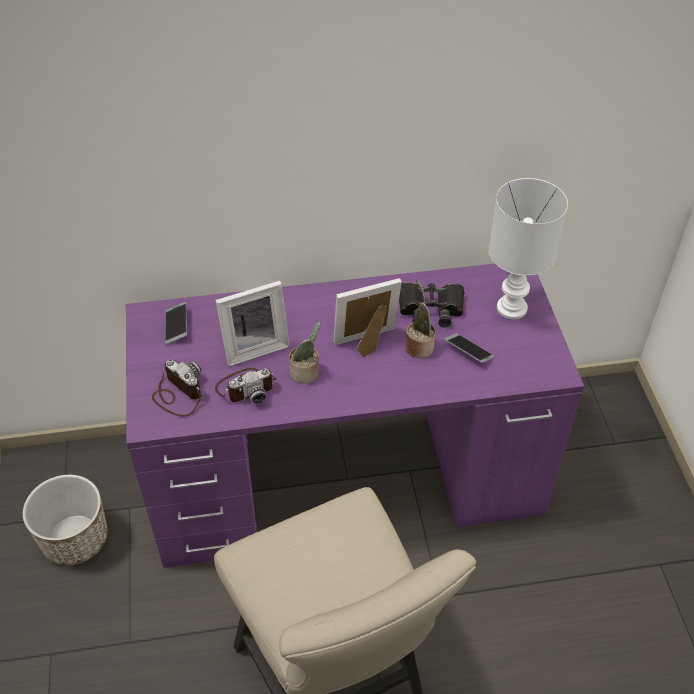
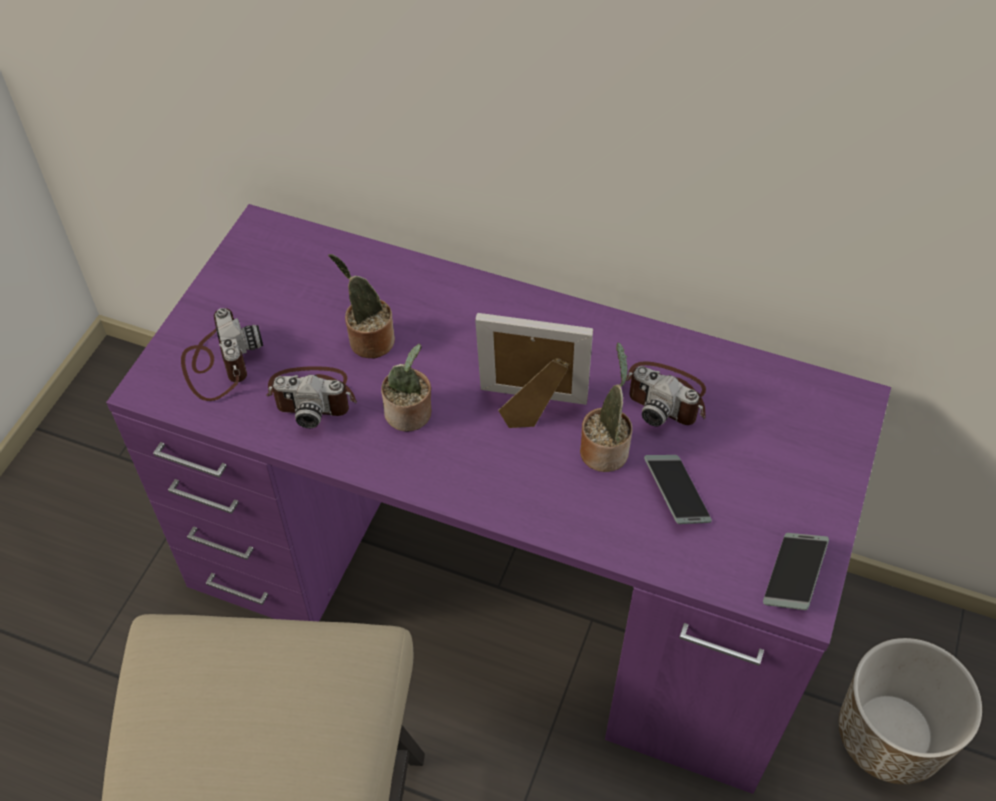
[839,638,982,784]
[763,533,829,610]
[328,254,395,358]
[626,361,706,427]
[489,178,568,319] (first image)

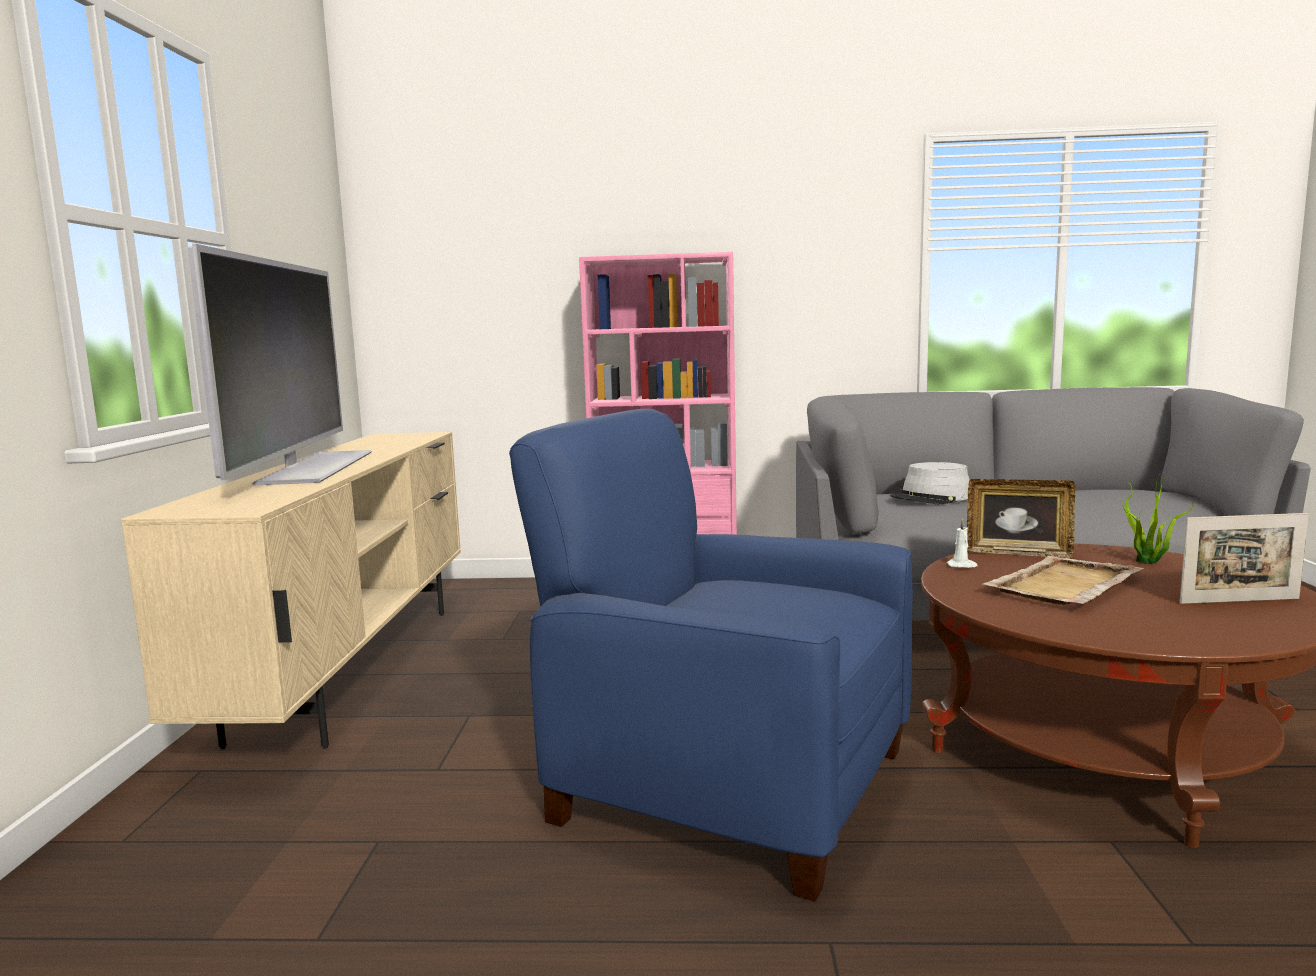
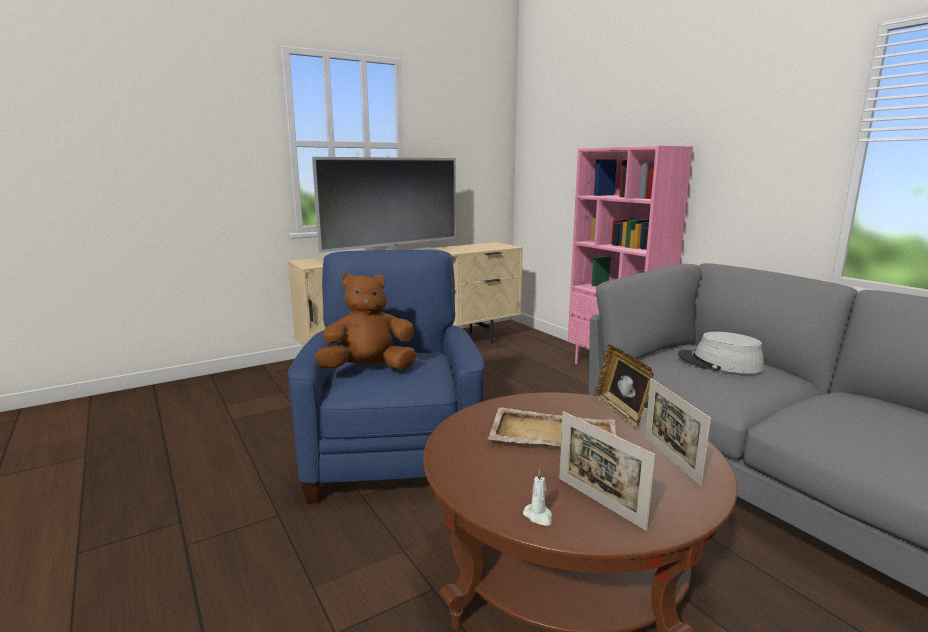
[523,469,552,526]
[645,378,711,486]
[314,273,416,370]

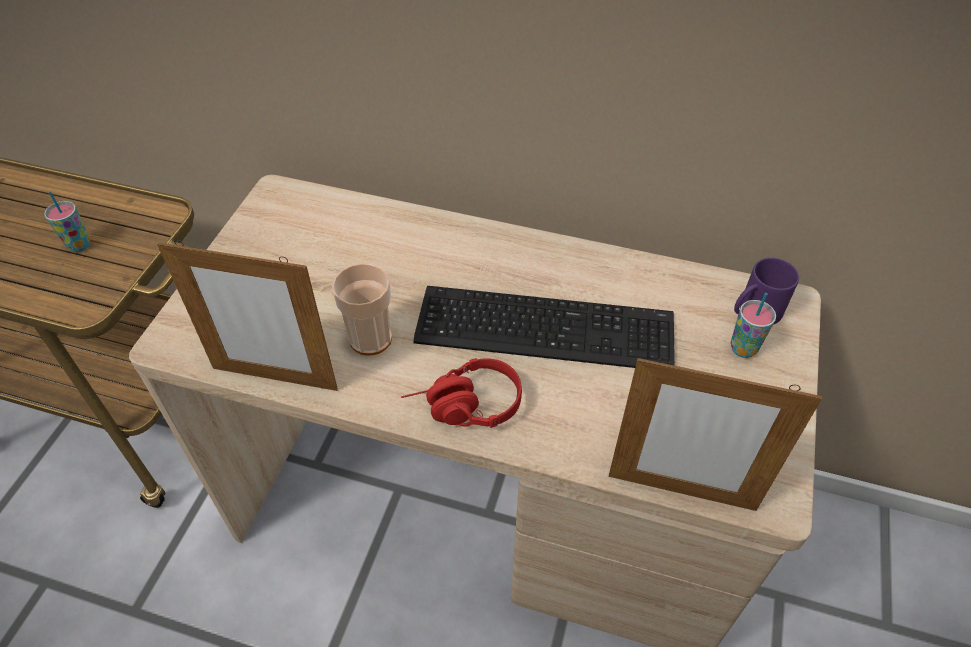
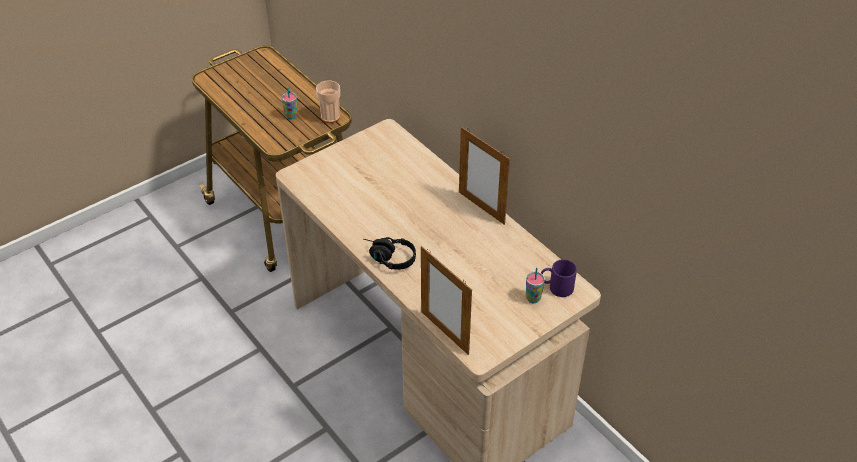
[459,127,510,225]
[316,80,340,123]
[363,237,416,270]
[413,286,675,368] (first image)

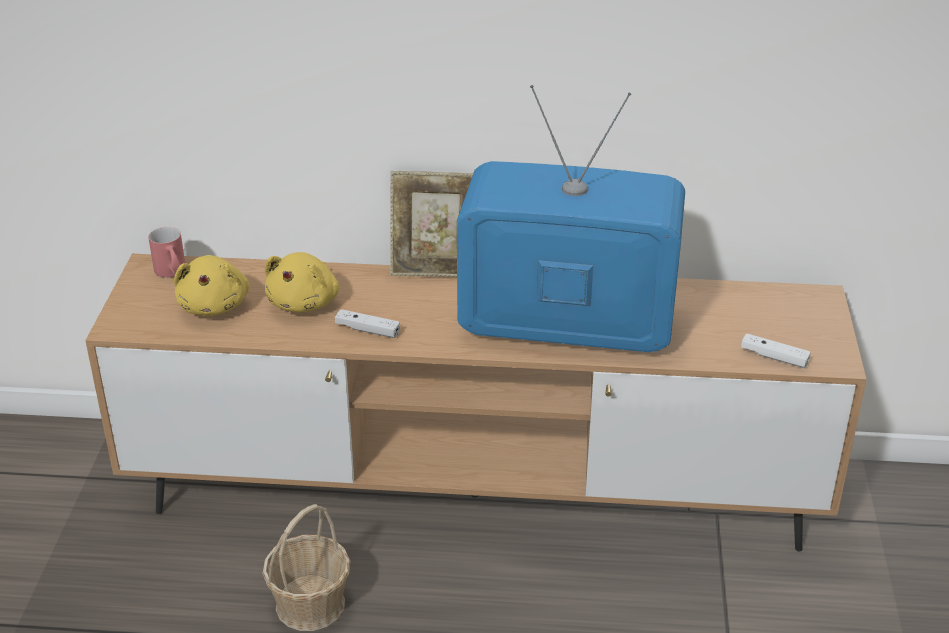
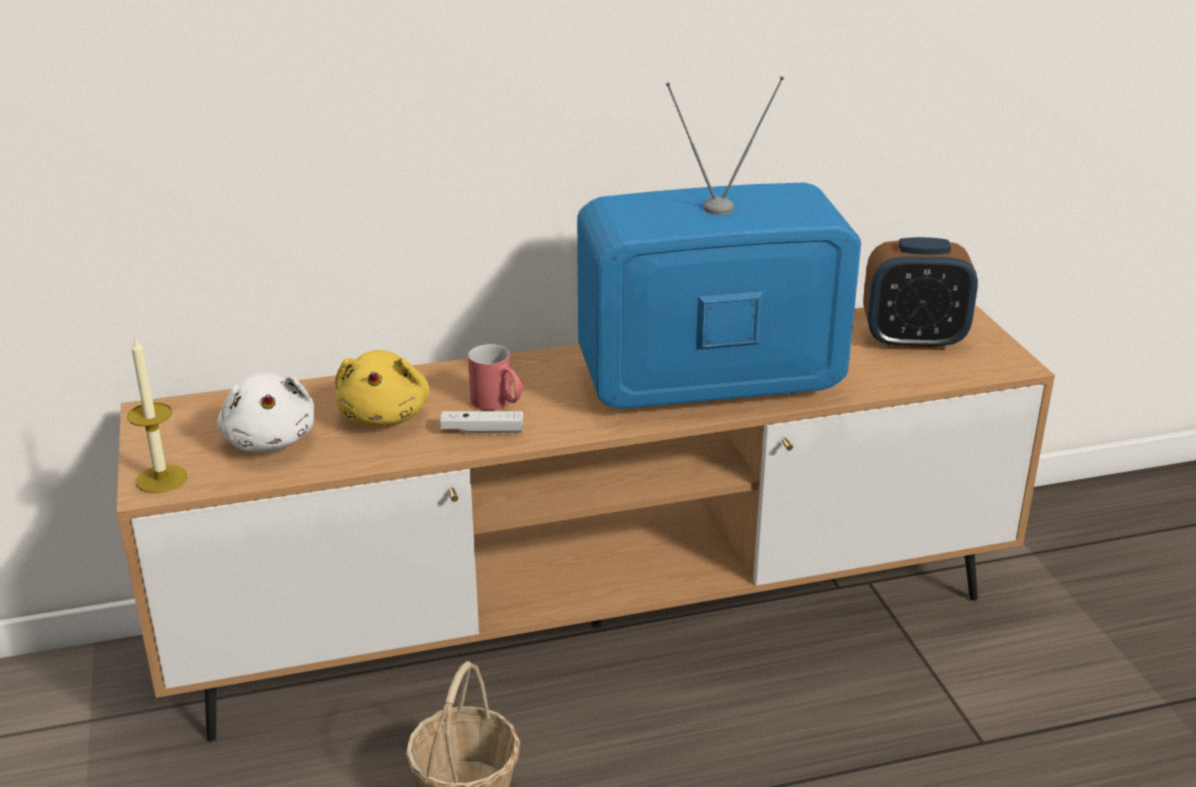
[468,344,523,410]
[217,373,314,452]
[390,171,473,277] (first image)
[741,334,811,368] (first image)
[127,337,187,493]
[863,237,978,350]

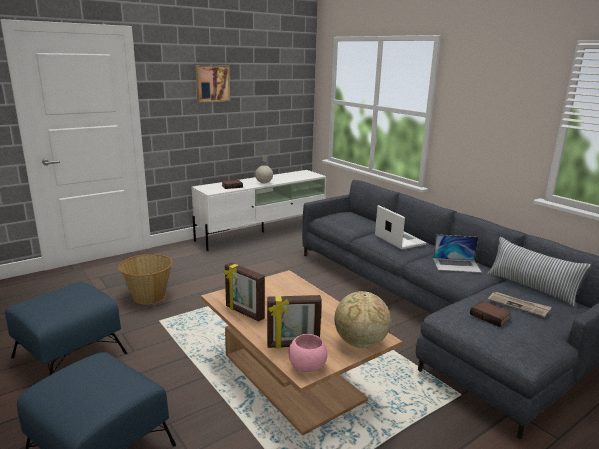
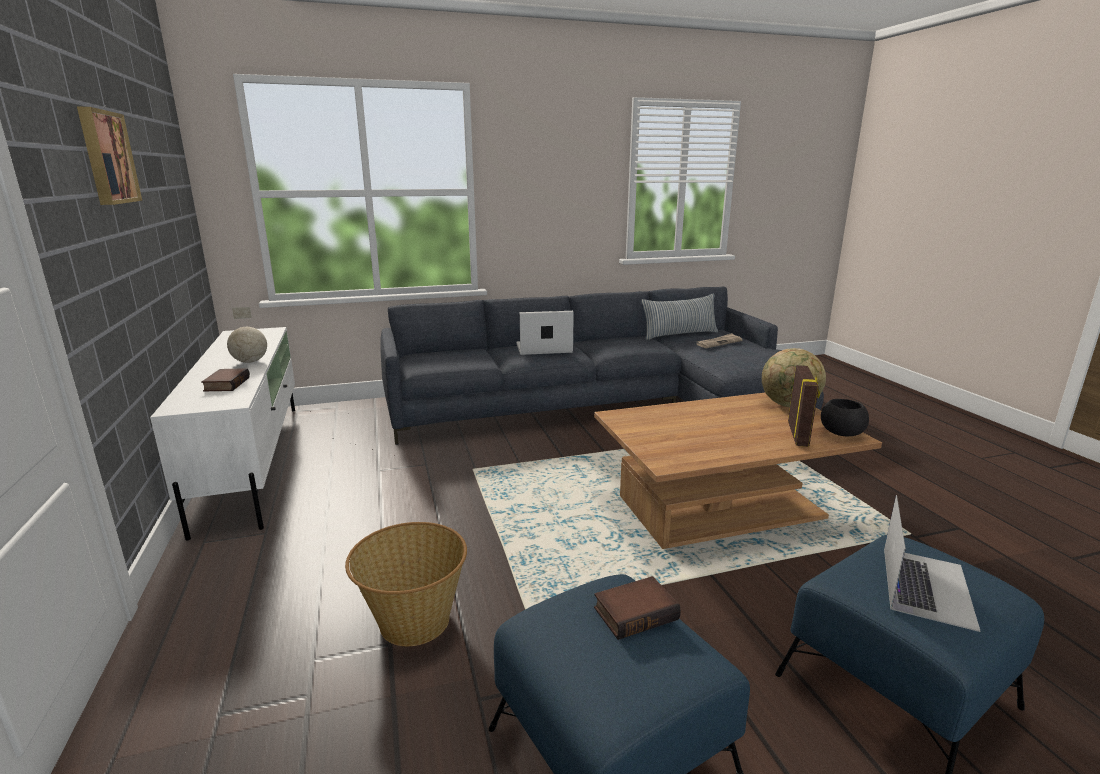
[224,262,265,322] (first image)
[821,399,869,436]
[884,495,980,632]
[594,576,681,640]

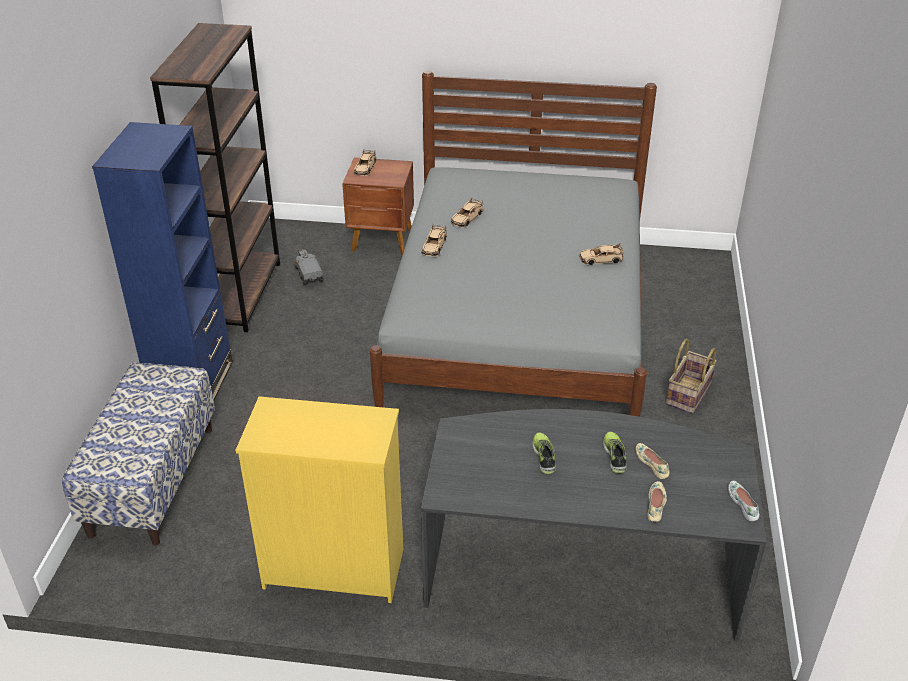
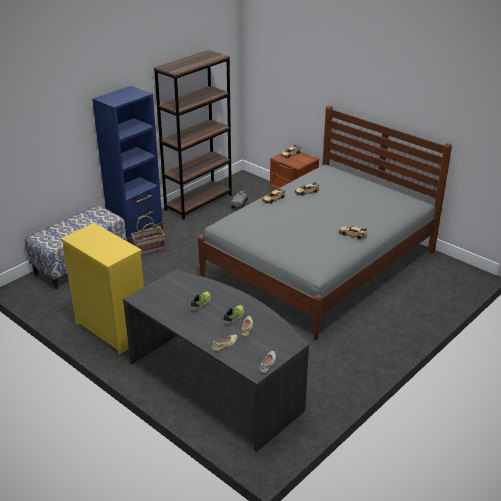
[131,216,165,255]

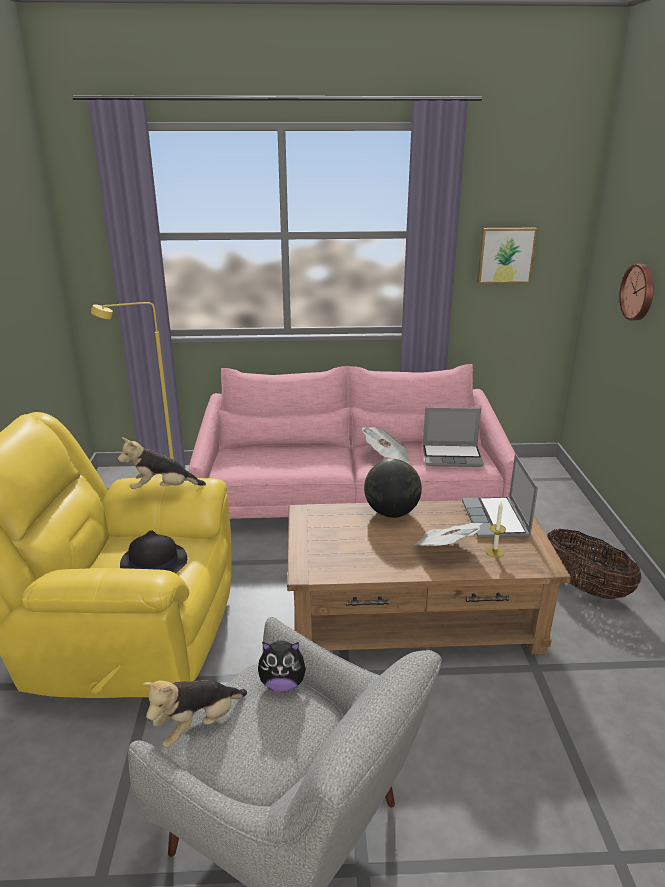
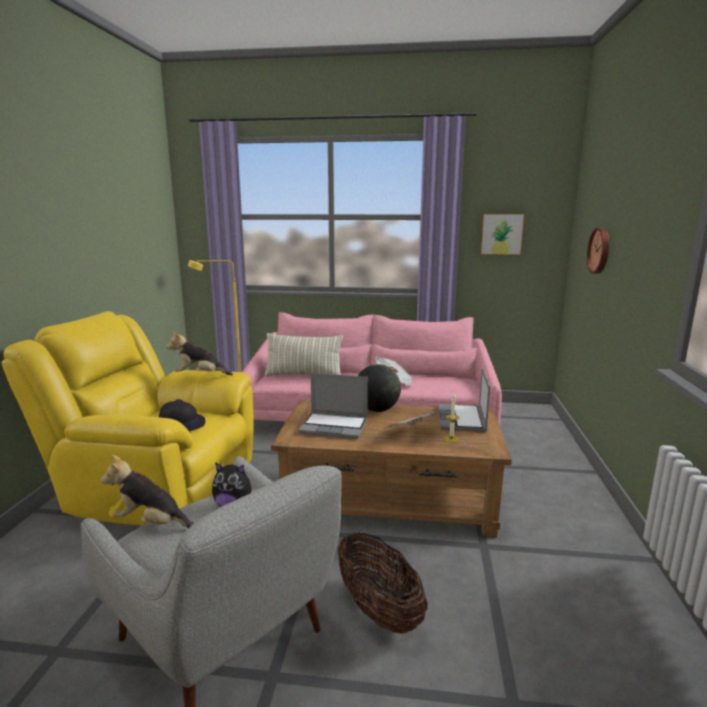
[101,455,195,528]
[298,373,368,439]
[338,532,428,634]
[264,333,343,376]

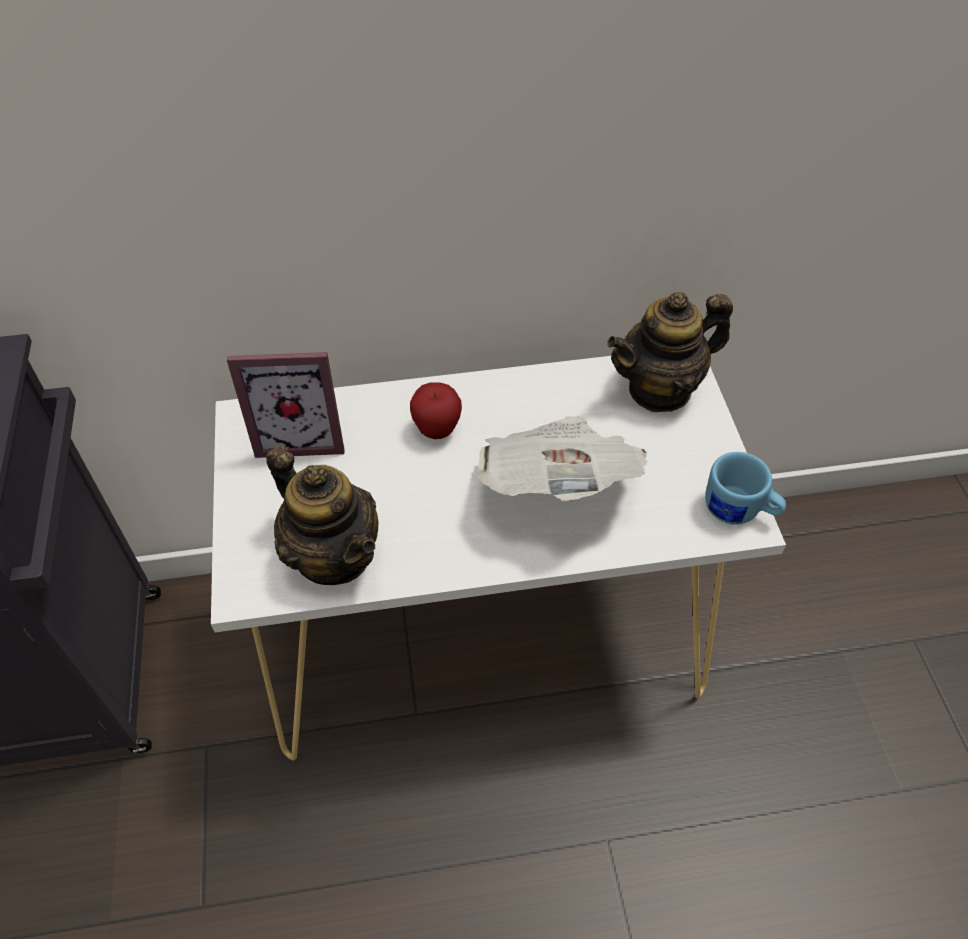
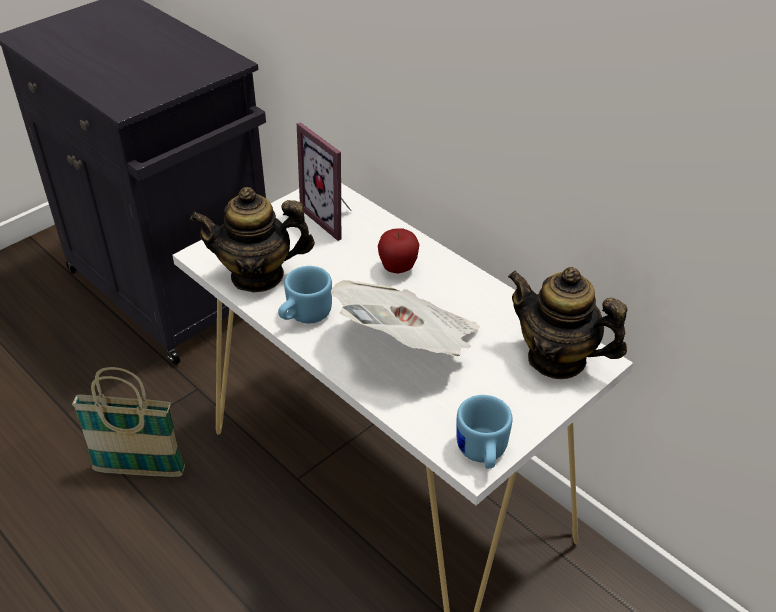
[190,187,315,292]
[72,367,185,477]
[278,266,332,324]

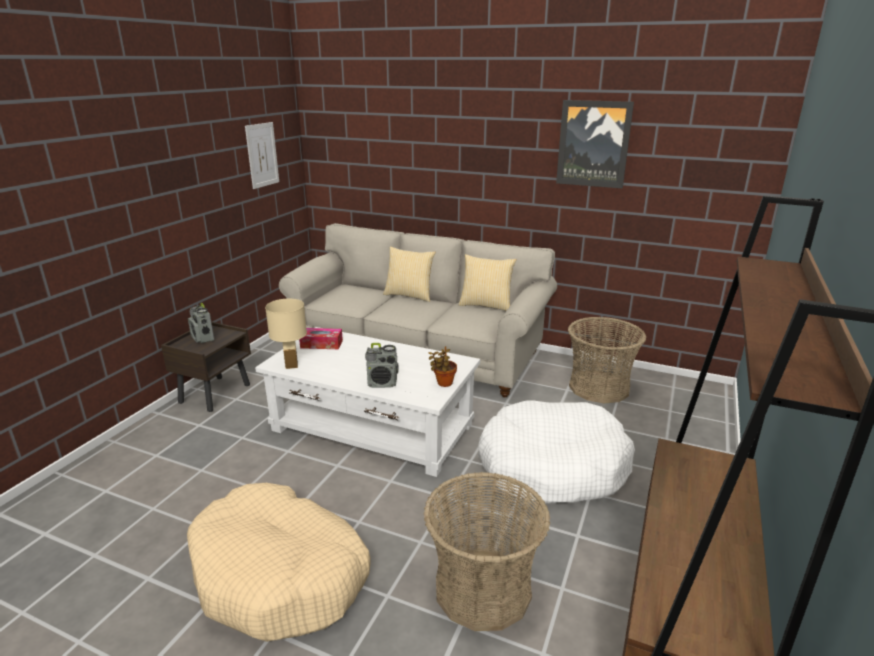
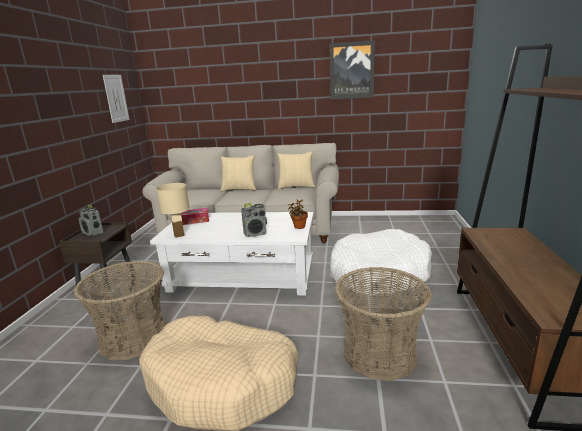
[74,260,165,360]

